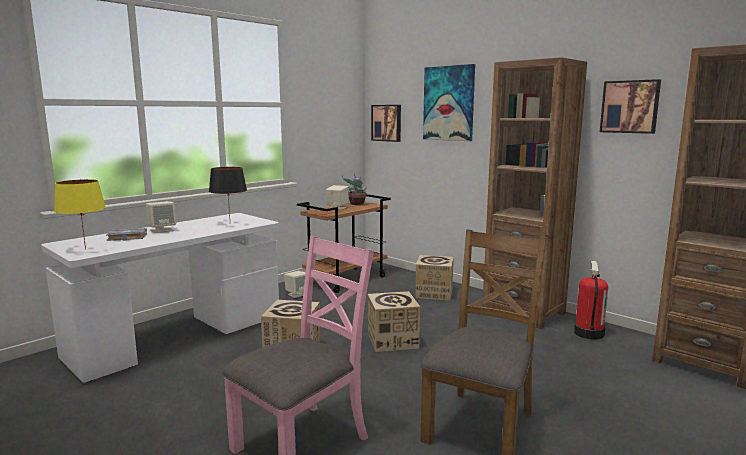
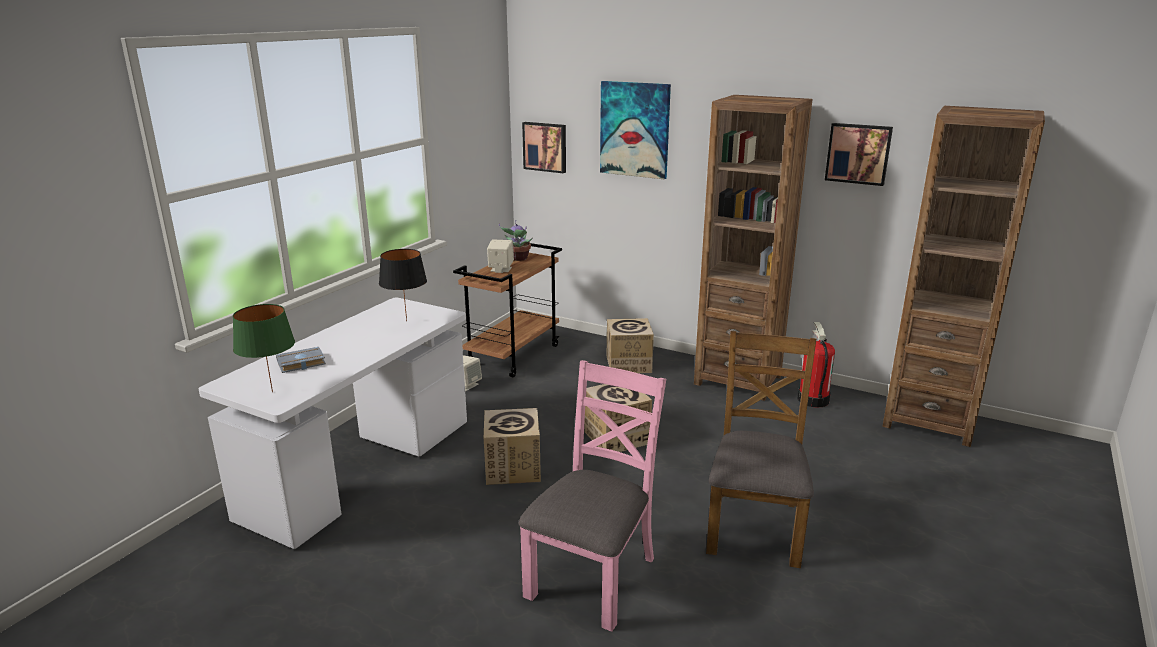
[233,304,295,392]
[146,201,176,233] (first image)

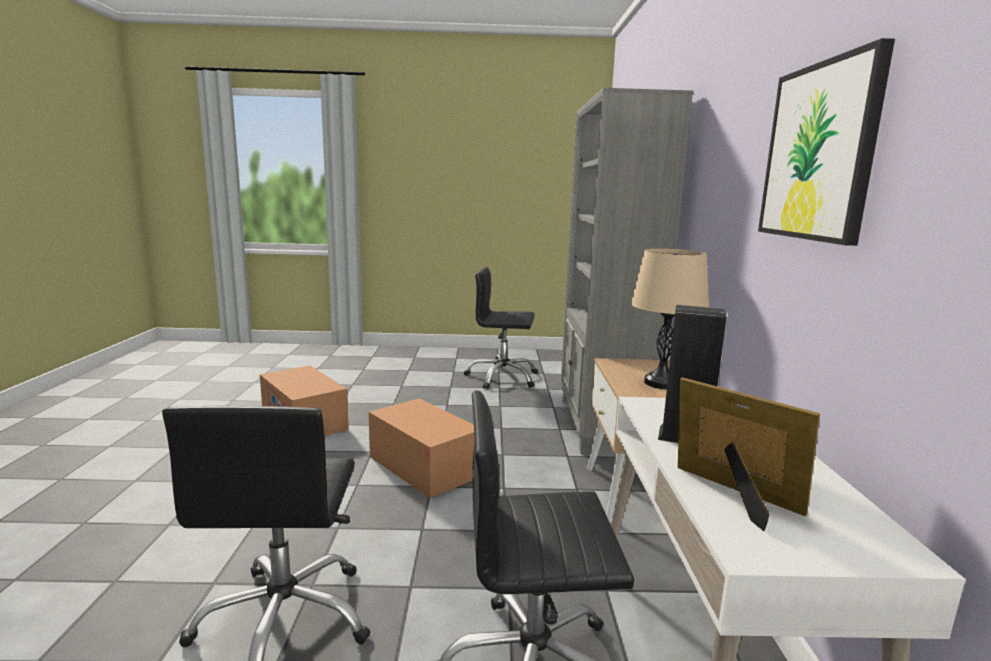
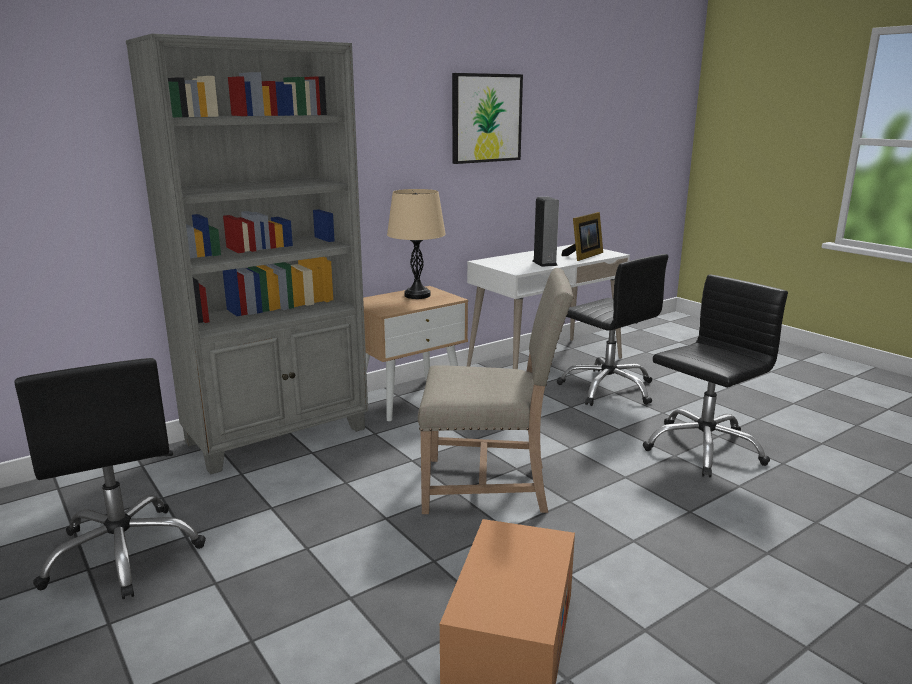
[418,268,574,514]
[561,212,603,261]

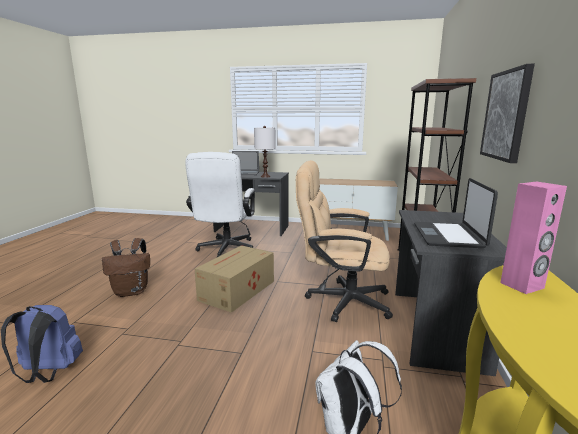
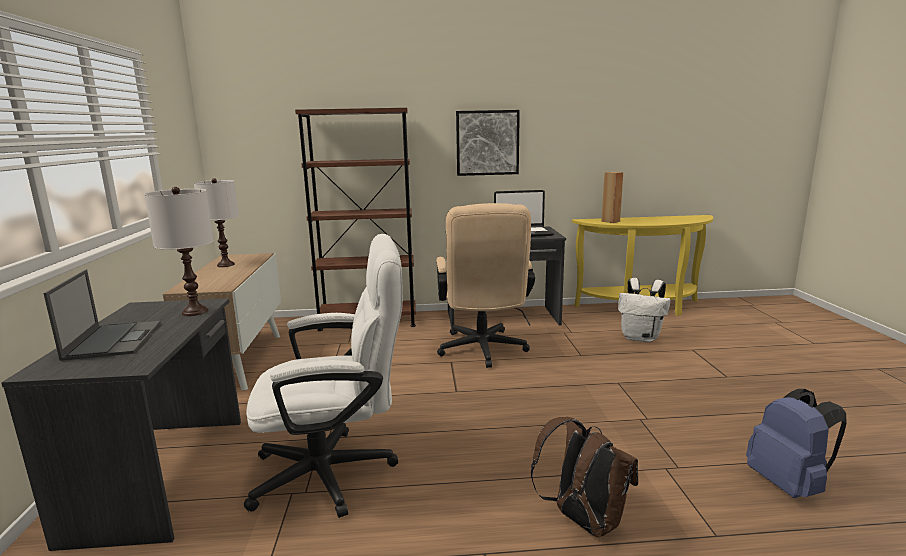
[195,245,274,313] (first image)
[601,172,623,223]
[194,178,239,267]

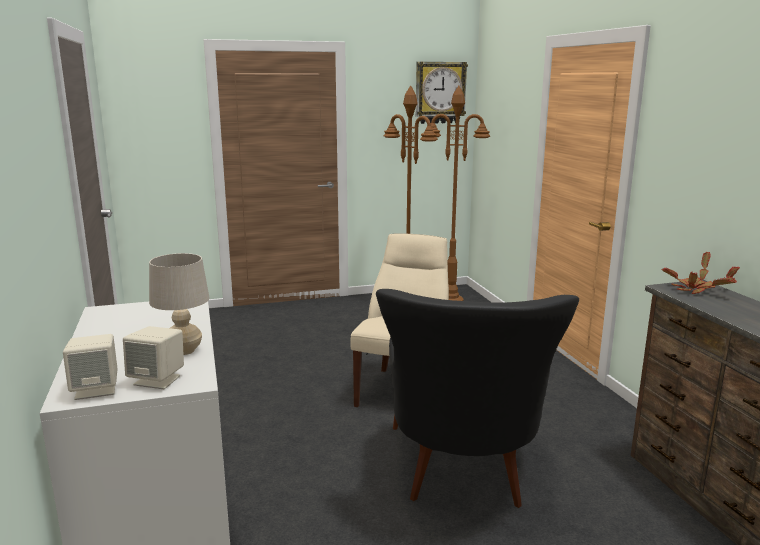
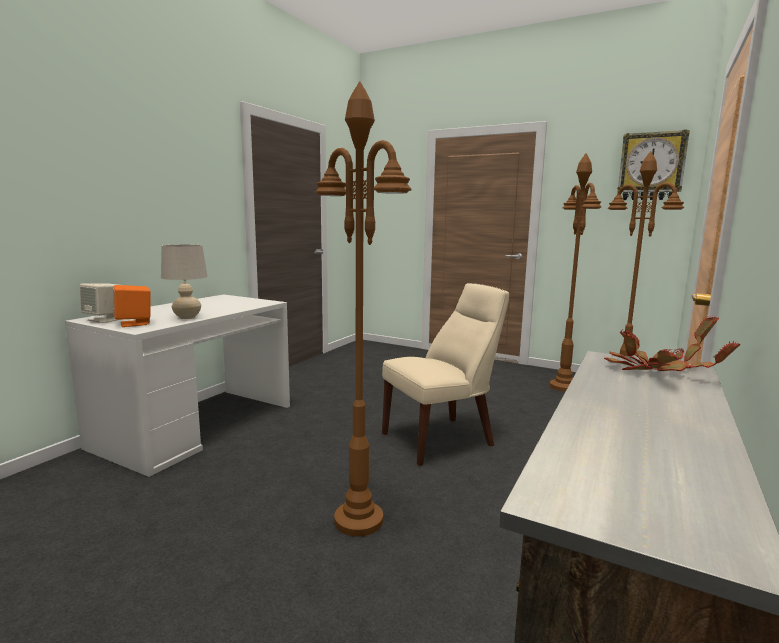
[113,285,151,327]
[315,81,411,536]

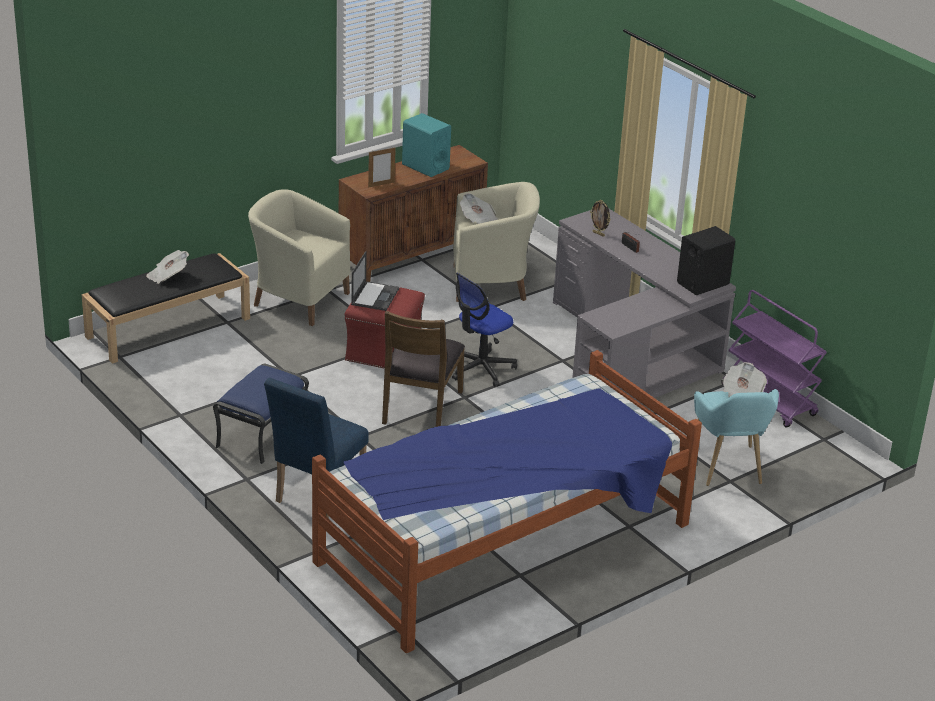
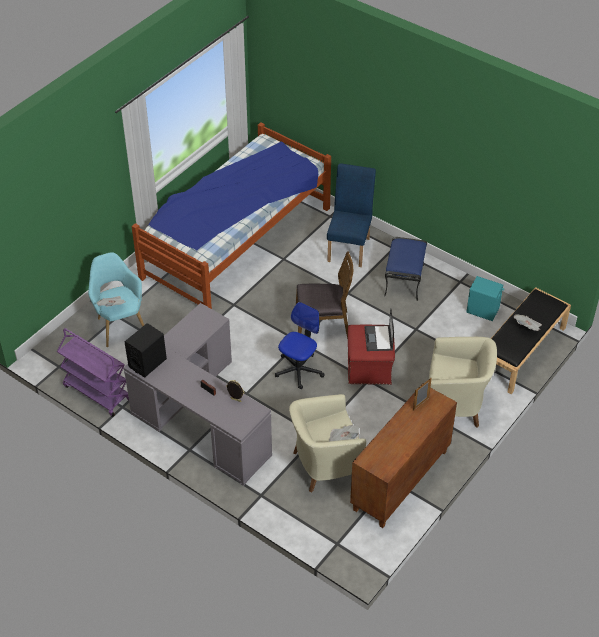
[296,252,353,339]
[466,276,504,321]

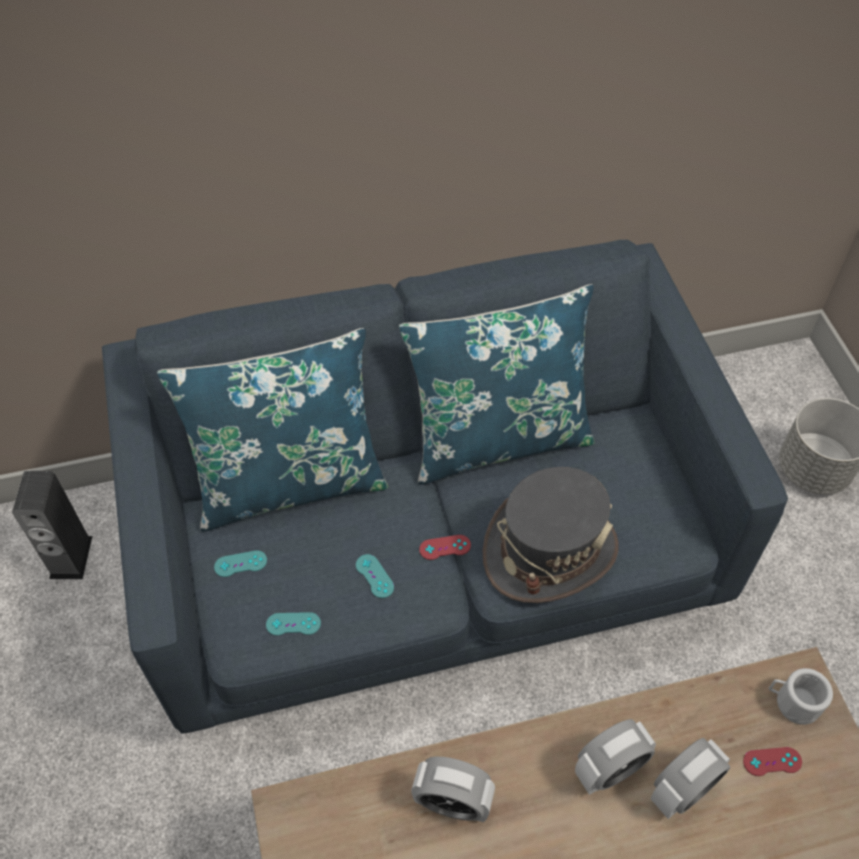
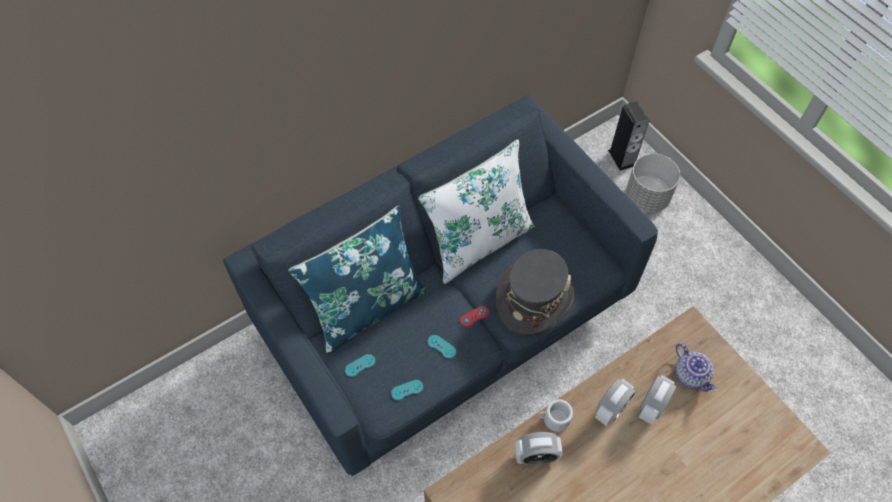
[608,101,650,171]
[418,139,535,284]
[675,343,717,392]
[538,399,573,432]

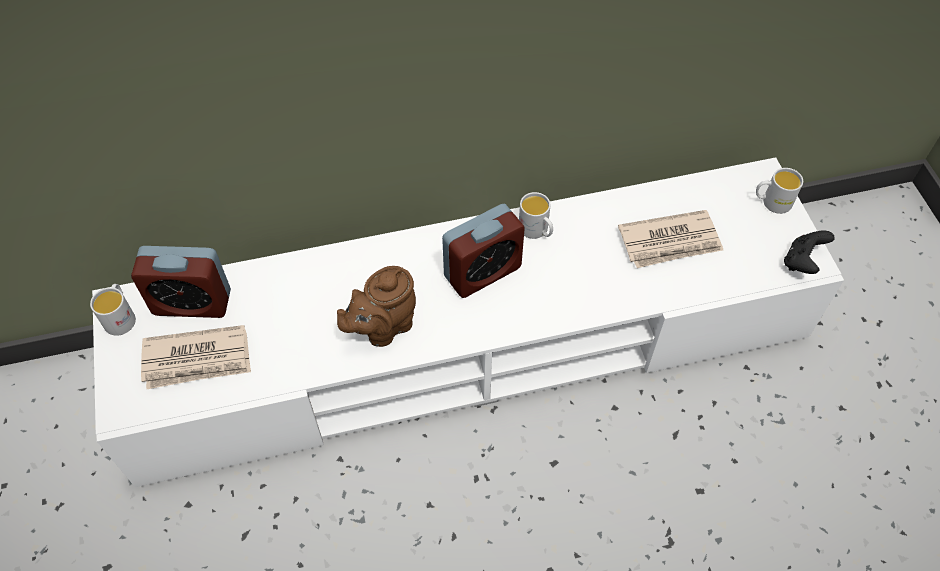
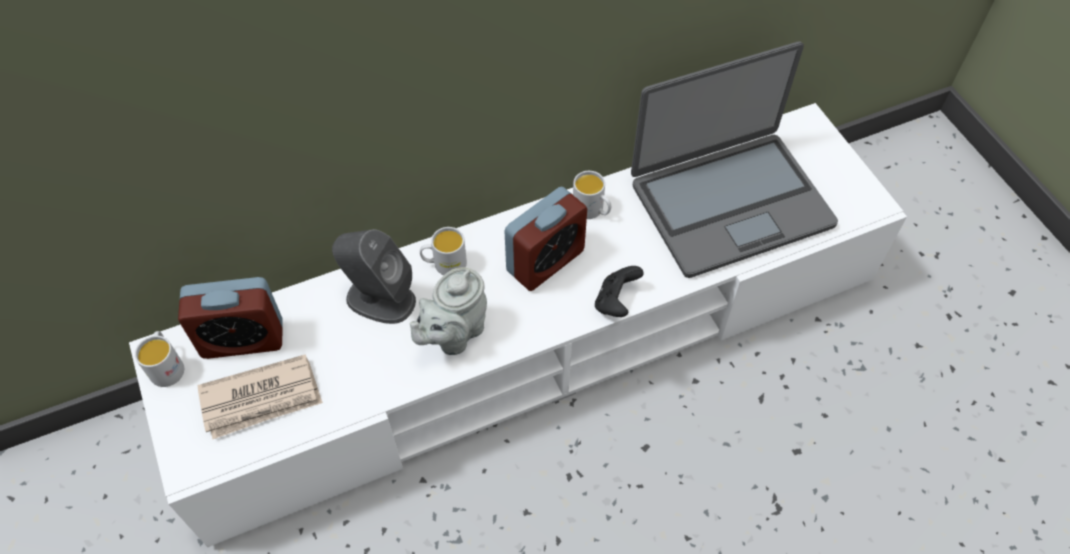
[410,267,487,355]
[631,41,838,278]
[420,227,467,275]
[595,266,644,317]
[332,229,416,324]

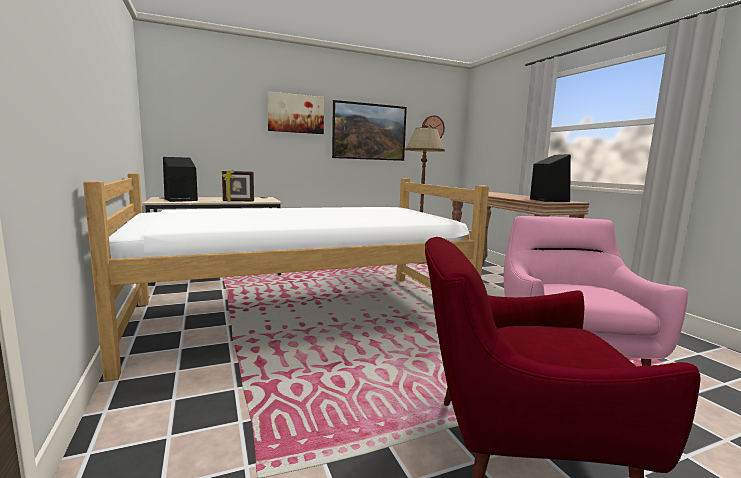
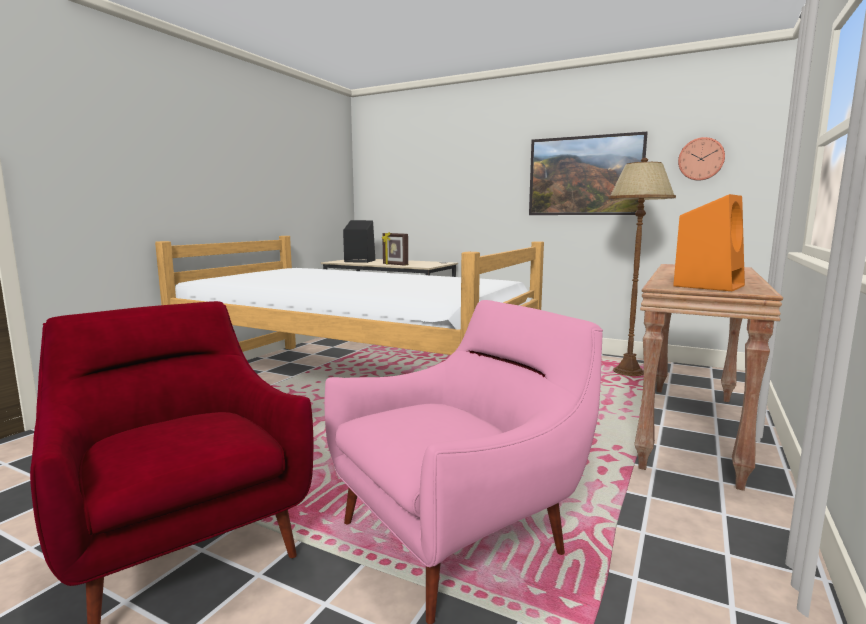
[267,92,324,134] (first image)
[673,194,745,291]

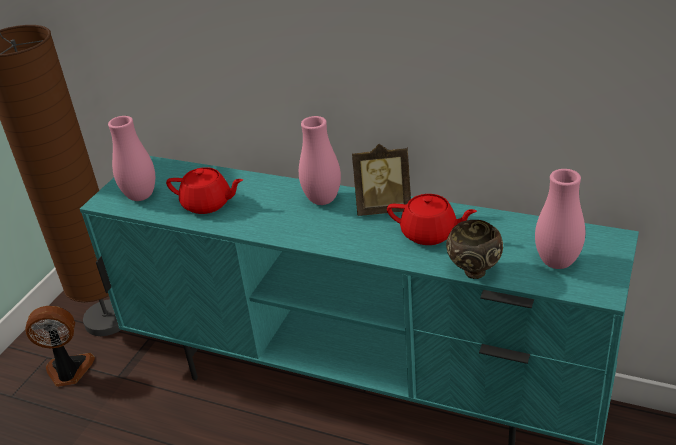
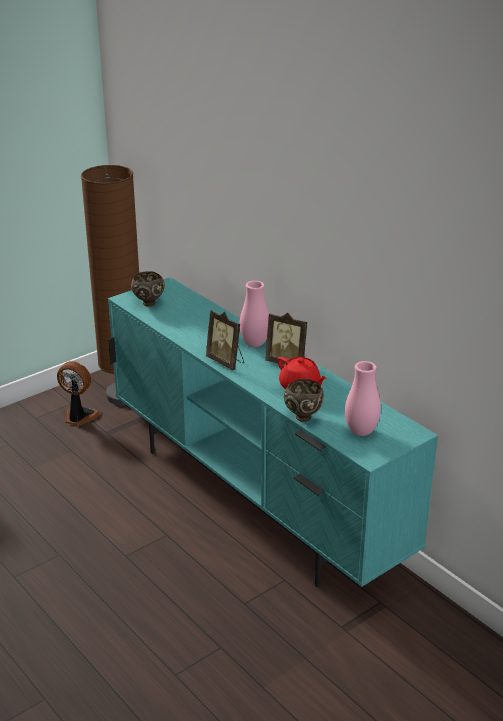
[131,271,164,307]
[166,167,243,214] (first image)
[206,310,244,370]

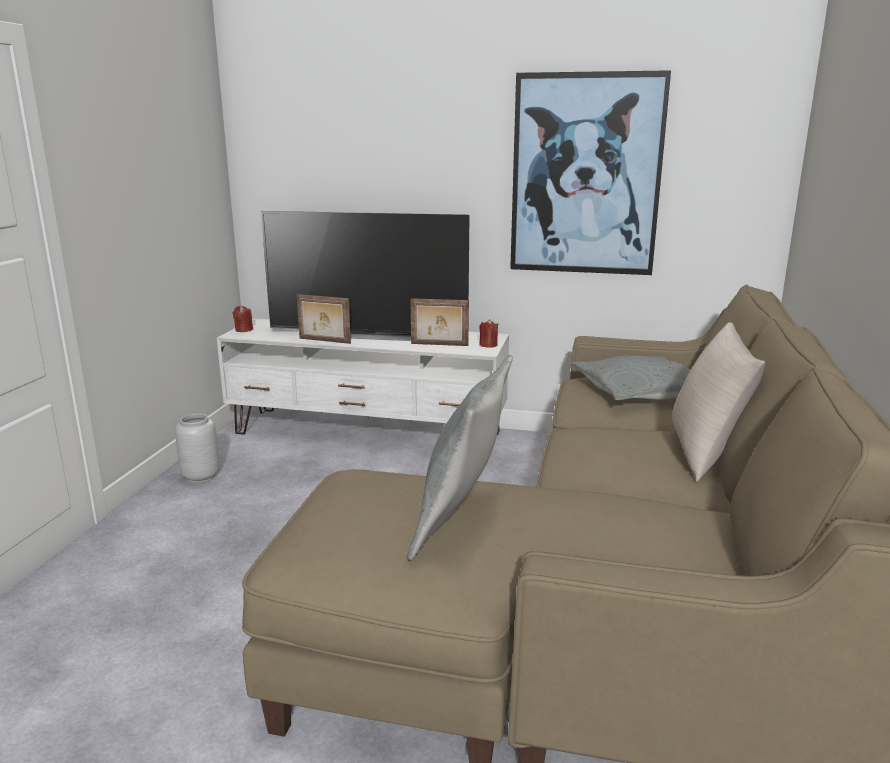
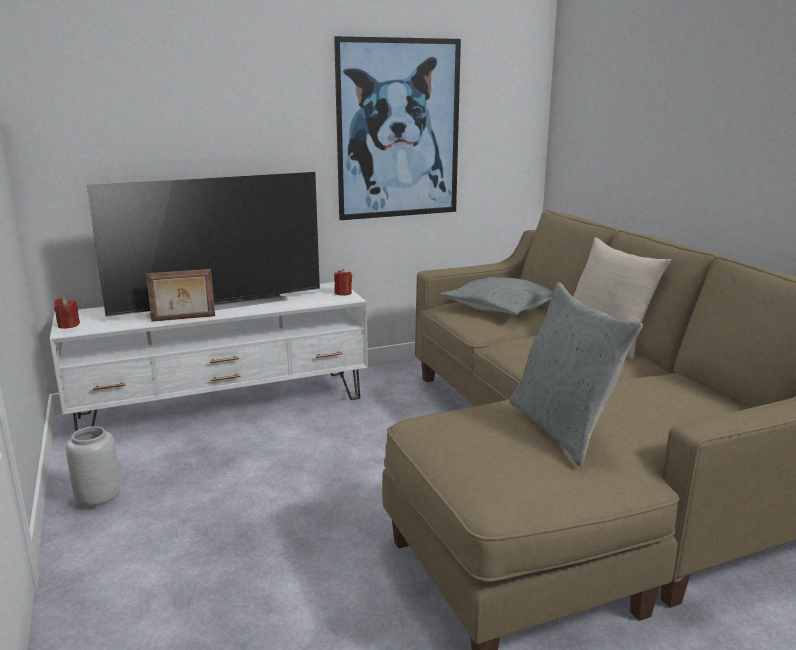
[411,298,469,346] (first image)

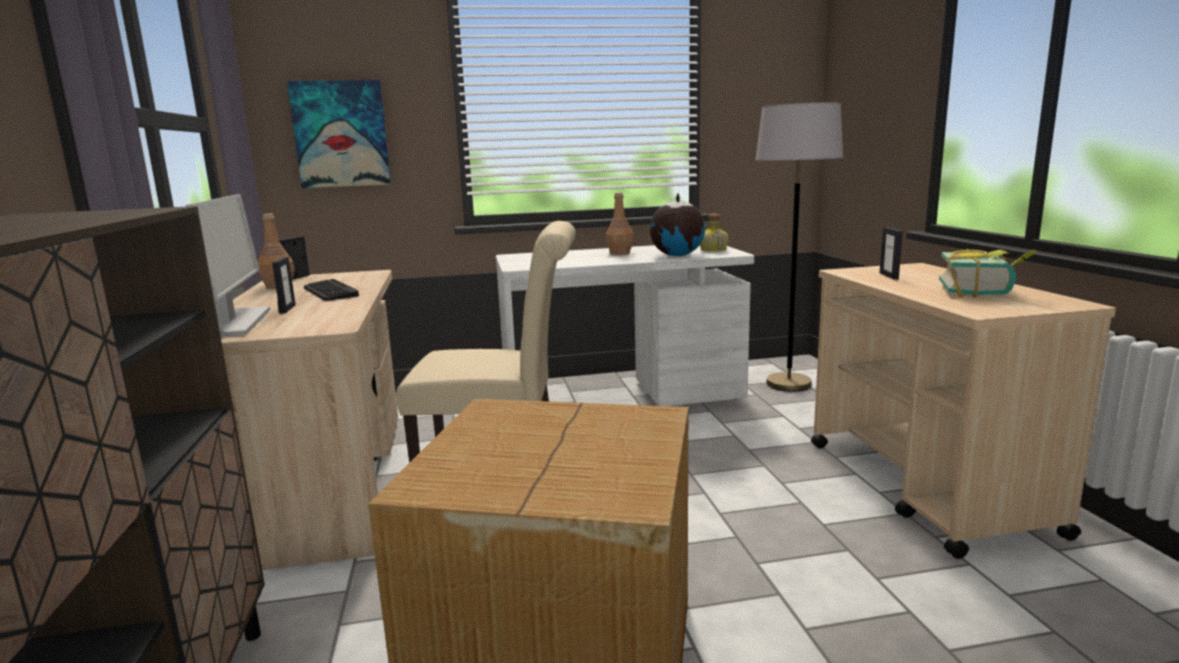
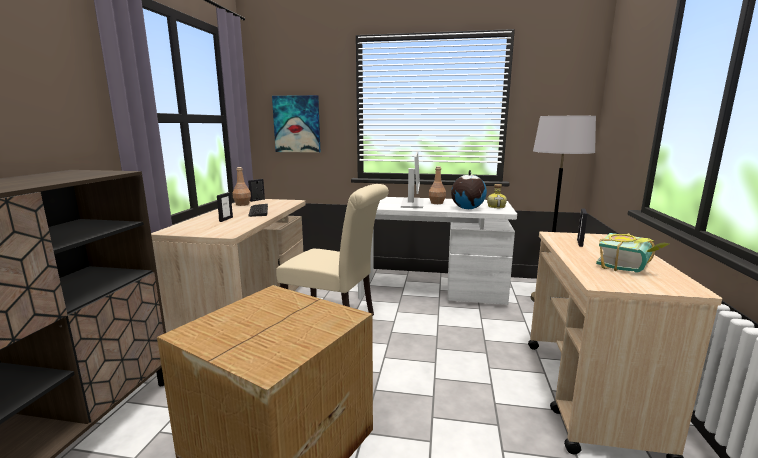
[401,152,424,208]

